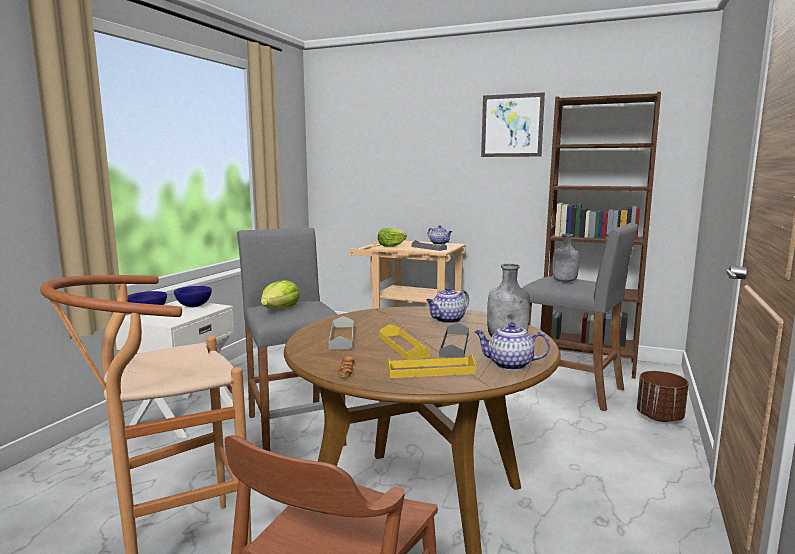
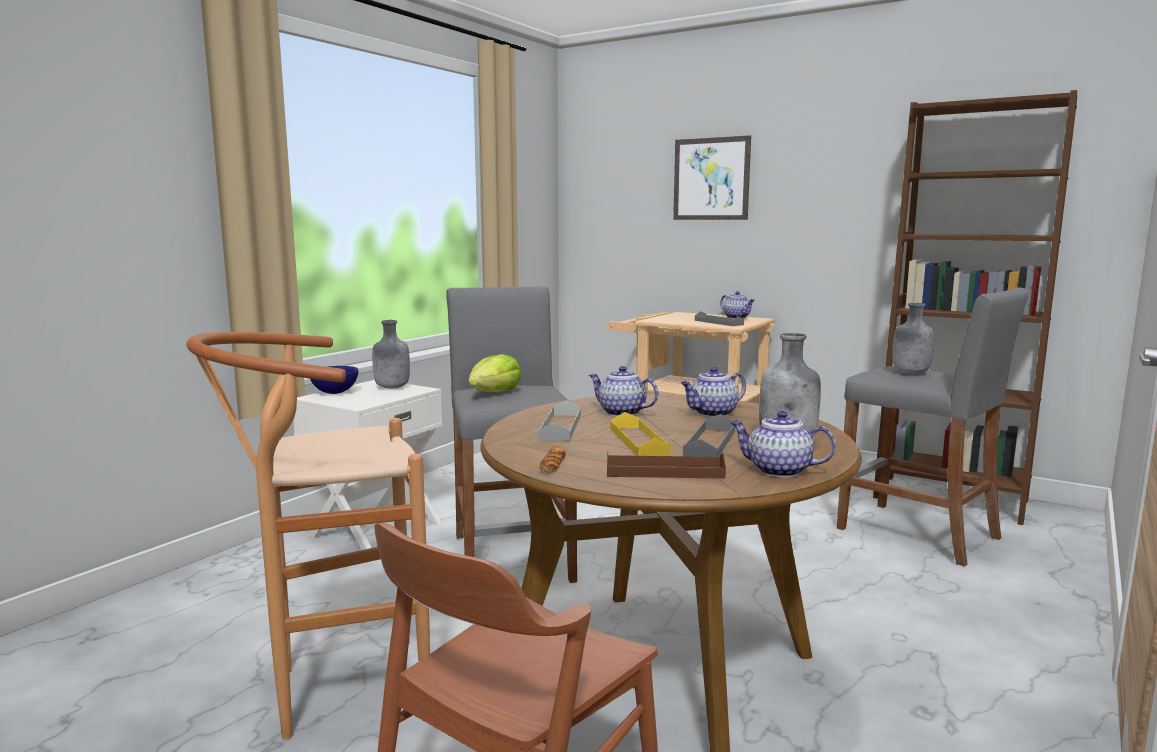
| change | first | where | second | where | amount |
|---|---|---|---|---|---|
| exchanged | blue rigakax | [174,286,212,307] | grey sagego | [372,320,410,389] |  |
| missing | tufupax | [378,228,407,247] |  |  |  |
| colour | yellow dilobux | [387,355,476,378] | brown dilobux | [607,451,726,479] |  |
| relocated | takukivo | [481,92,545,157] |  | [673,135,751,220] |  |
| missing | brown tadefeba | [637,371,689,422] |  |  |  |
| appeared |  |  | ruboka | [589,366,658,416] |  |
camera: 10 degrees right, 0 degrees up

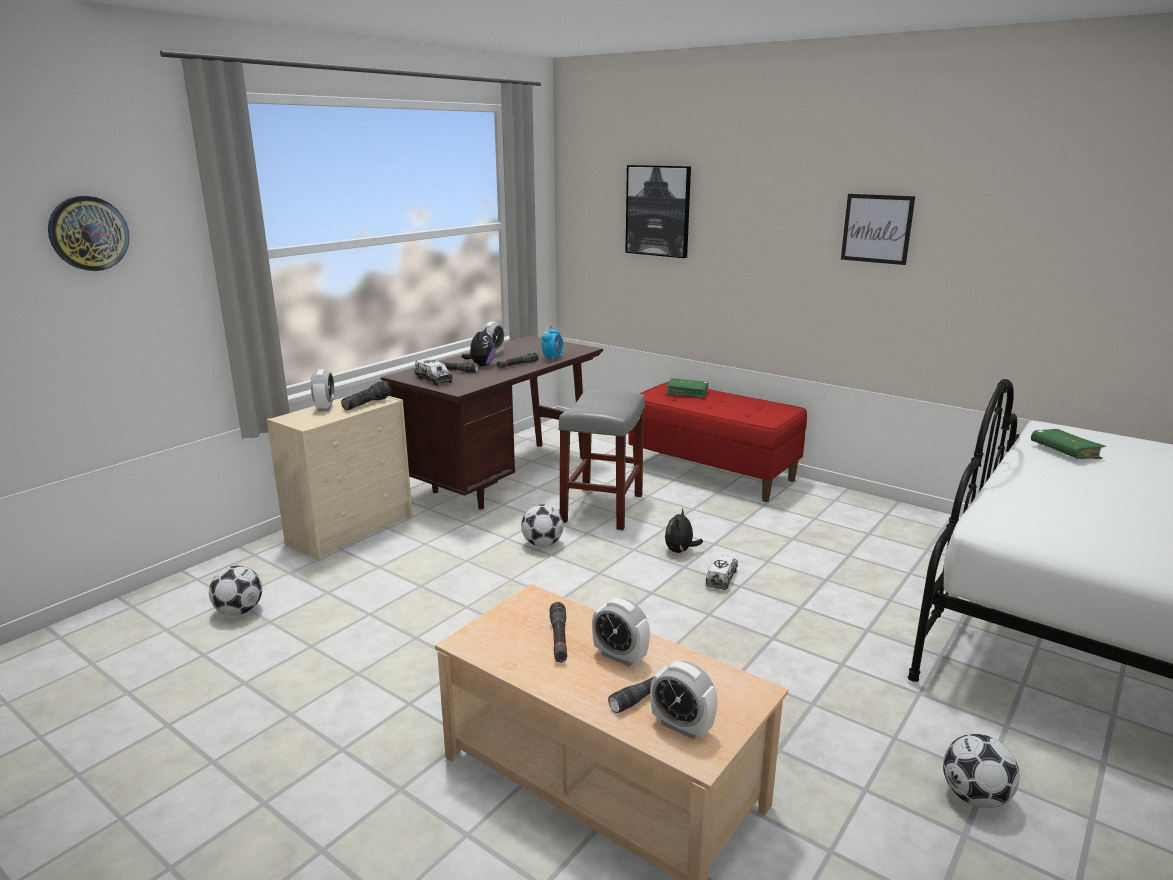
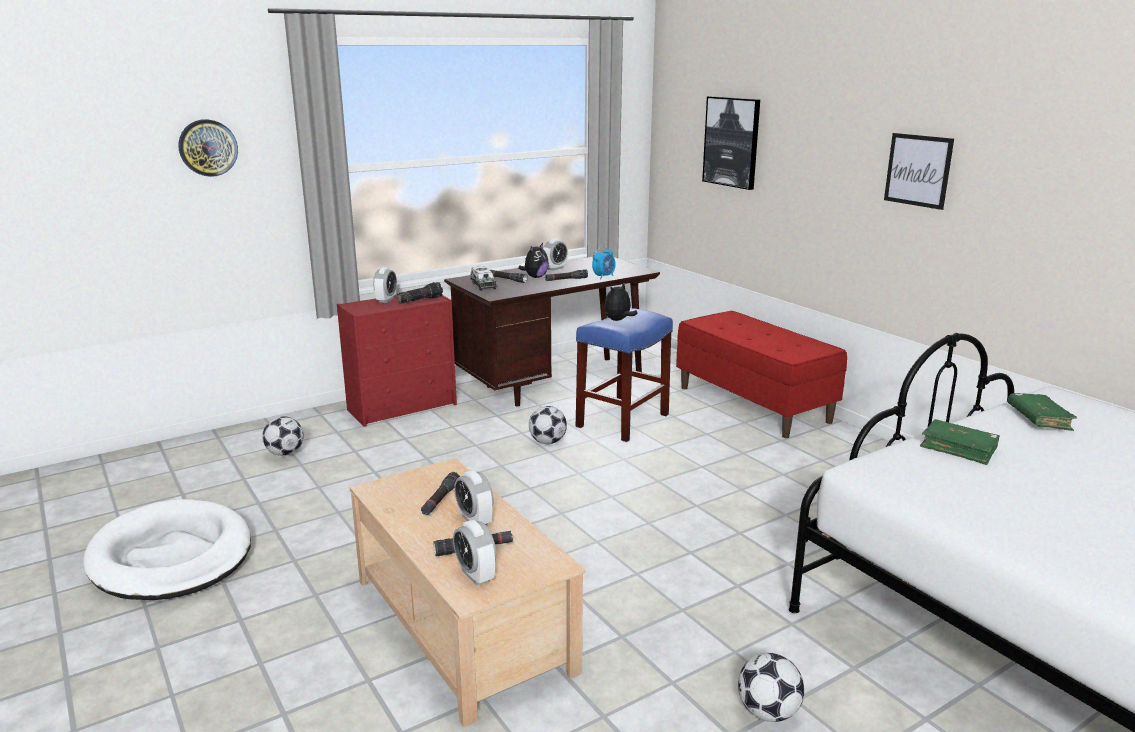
| change | first | where | second | where | amount |
|---|---|---|---|---|---|
| colour | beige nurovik | [267,395,413,561] | red nurovik | [337,295,457,427] |  |
| colour | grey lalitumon | [558,389,645,531] | blue lalitumon | [576,308,673,442] |  |
| relocated | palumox | [665,508,703,553] |  | [604,283,638,321] |  |
| relocated | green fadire | [666,378,709,398] |  | [920,419,1000,465] |  |
| missing | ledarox | [705,555,738,590] |  |  |  |
| appeared |  |  | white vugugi | [83,499,251,600] |  |
camera: 20 degrees right, 0 degrees up

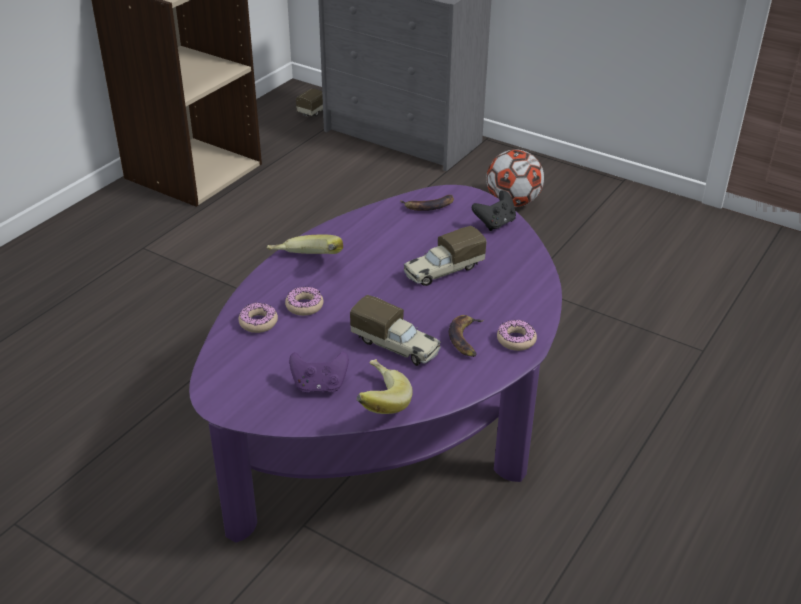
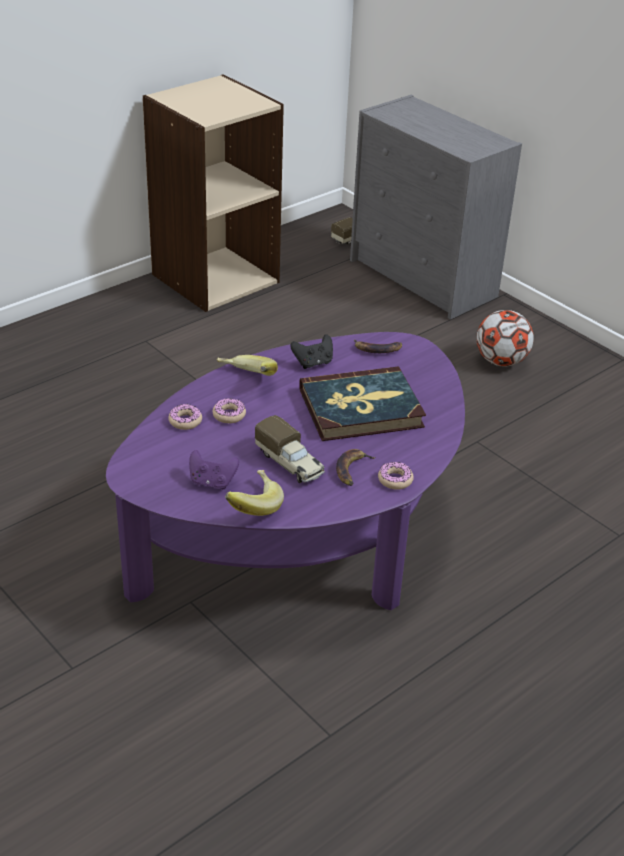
| change | first | where | second | where | amount |
|---|---|---|---|---|---|
| exchanged | ledarox | [403,226,486,286] | fadire | [299,367,426,441] |  |
| relocated | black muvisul | [472,190,516,231] |  | [290,334,333,369] |  |
camera: 15 degrees right, 0 degrees up

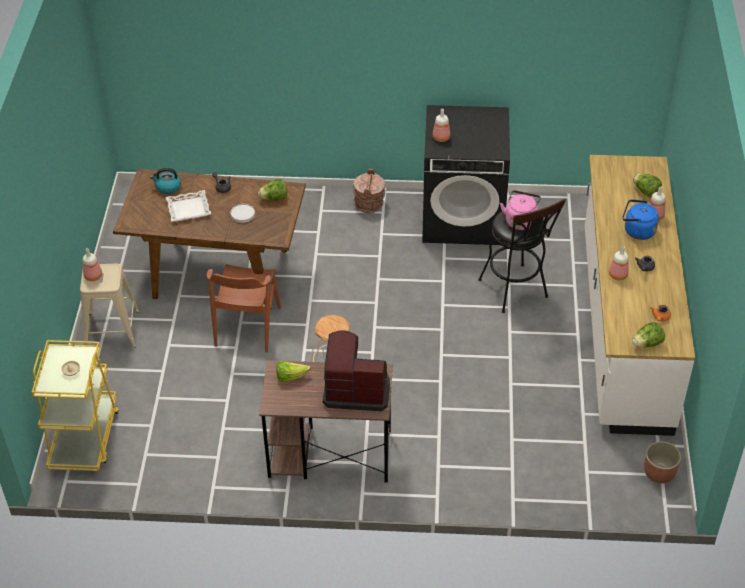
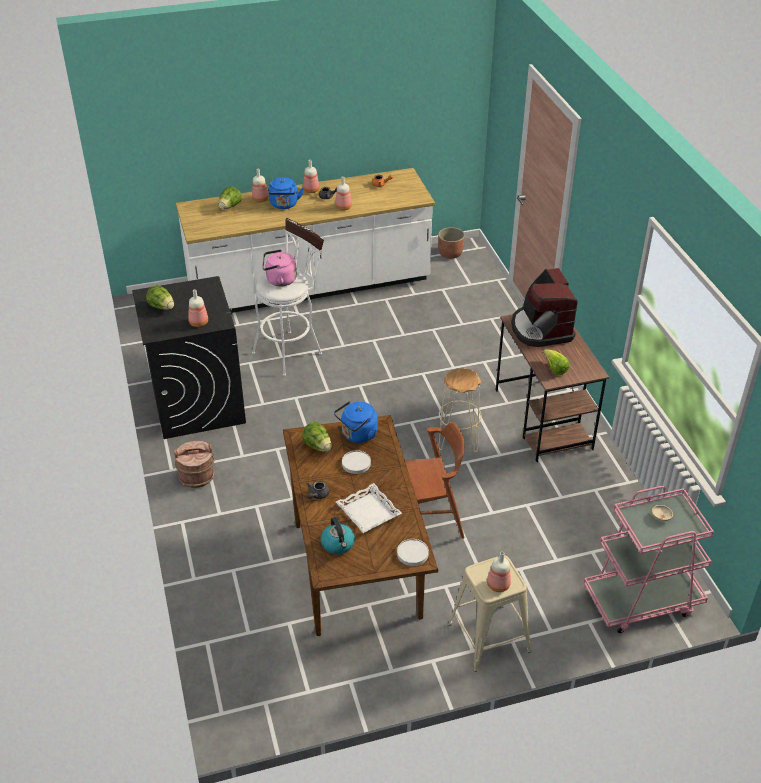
| change | first | where | second | where | amount |
|---|---|---|---|---|---|
| colour | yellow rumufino | [32,340,119,471] | pink rumufino | [584,486,714,633] |  |
| colour | black lalitumon | [478,199,566,313] | white lalitumon | [252,218,324,376] |  |
| relocated | tufupax | [632,322,665,348] |  | [146,285,174,310] |  |
| appeared |  |  | sagego | [303,160,319,193] |  |
| appeared |  |  | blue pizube | [334,401,378,443] |  |
| appeared |  |  | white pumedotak | [397,539,429,566] |  |
camera: 110 degrees left, 5 degrees down

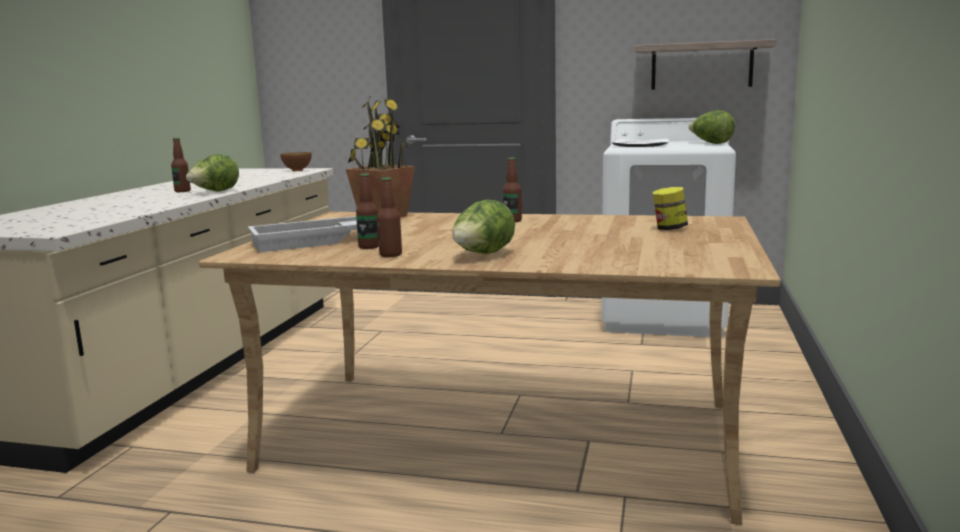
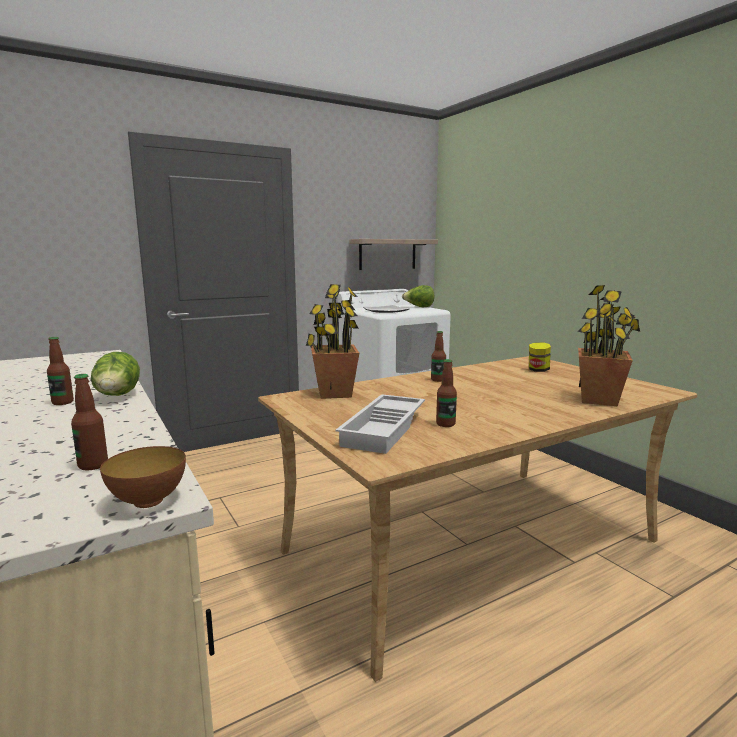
| change | first | where | second | where | amount |
|---|---|---|---|---|---|
| relocated | rigakax | [280,152,312,171] |  | [100,446,186,508] |  |
| relocated | sagego | [377,177,402,257] |  | [71,374,108,470] |  |
| missing | tufupax | [452,200,515,254] |  |  |  |
| appeared |  |  | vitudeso | [578,285,640,407] |  |
camera: 45 degrees left, 0 degrees up

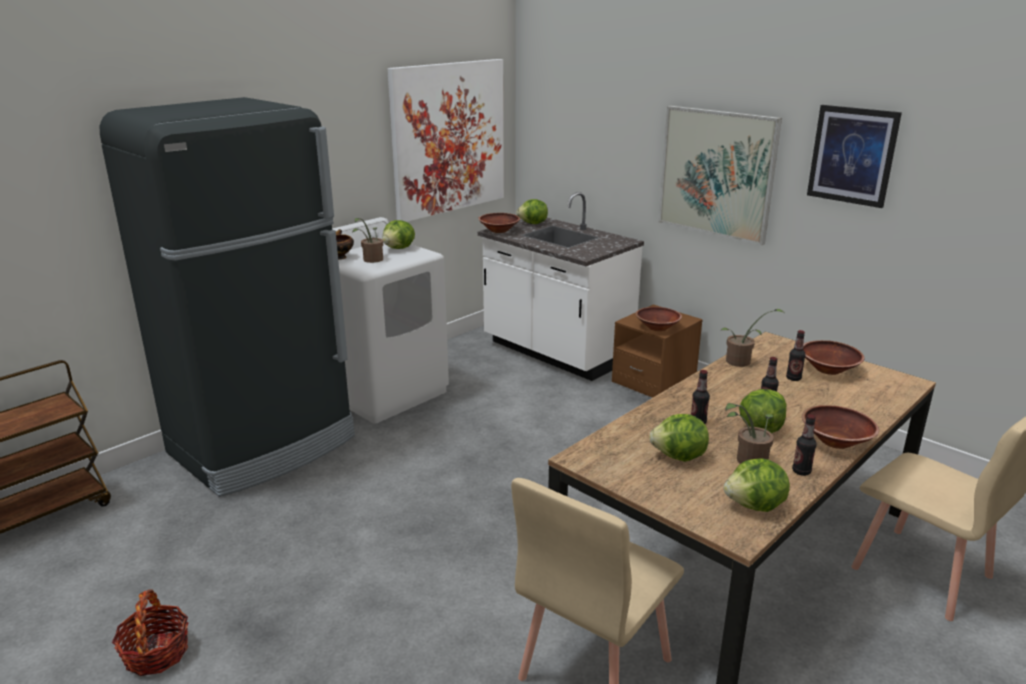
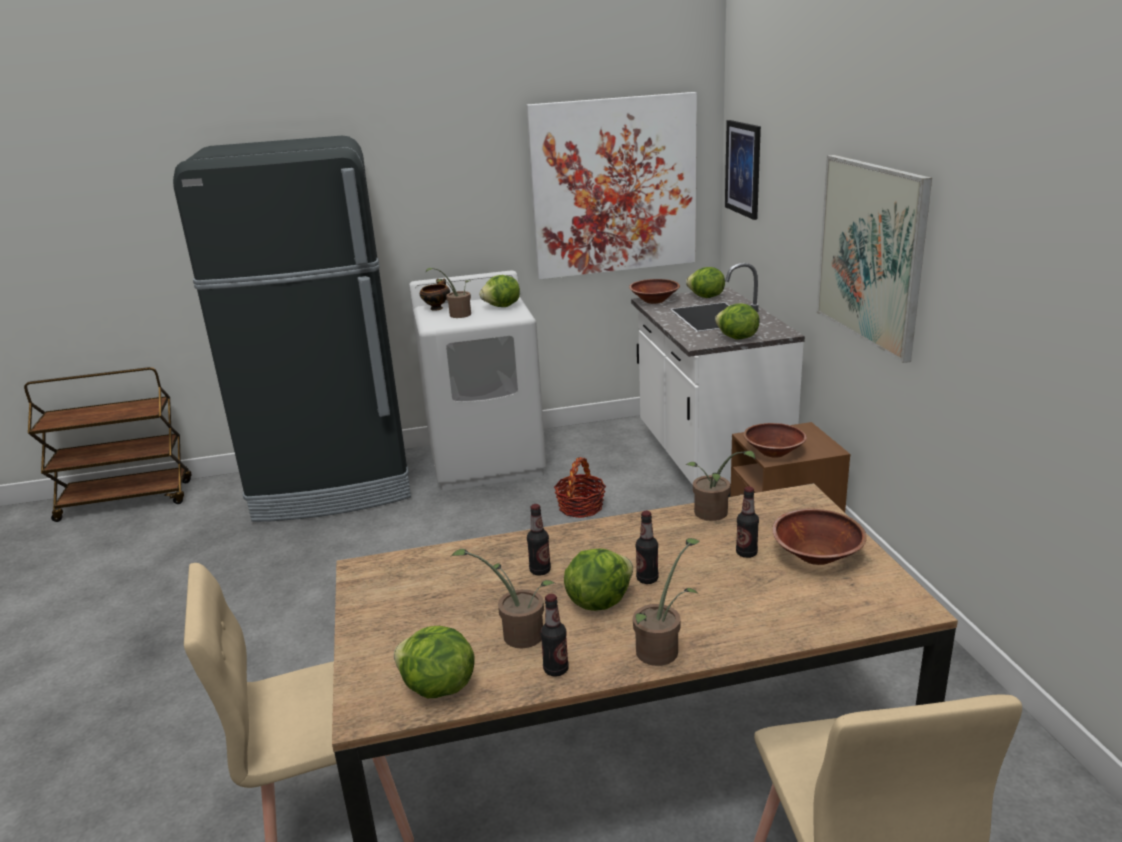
| change | first | where | second | where | amount |
|---|---|---|---|---|---|
| relocated | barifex | [112,589,188,676] |  | [554,457,606,518] |  |
| relocated | tufupax | [649,414,709,462] |  | [715,303,759,339] |  |
| exchanged | brown rigakax | [802,405,879,449] | vitudeso | [633,538,699,666] |  |
| relocated | takukivo | [807,105,902,208] |  | [725,120,761,220] |  |
camera: 35 degrees right, 0 degrees up

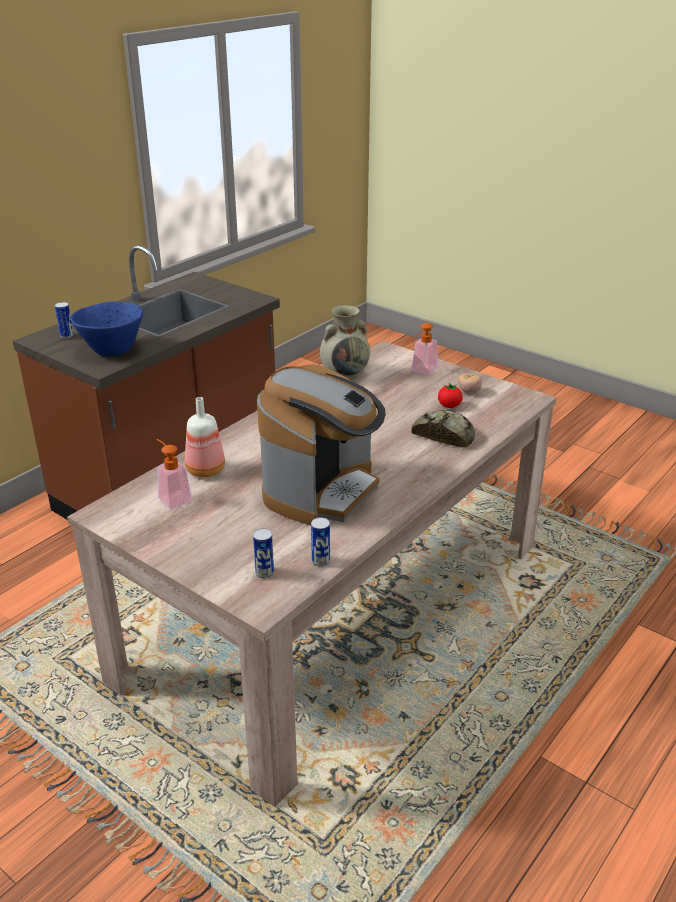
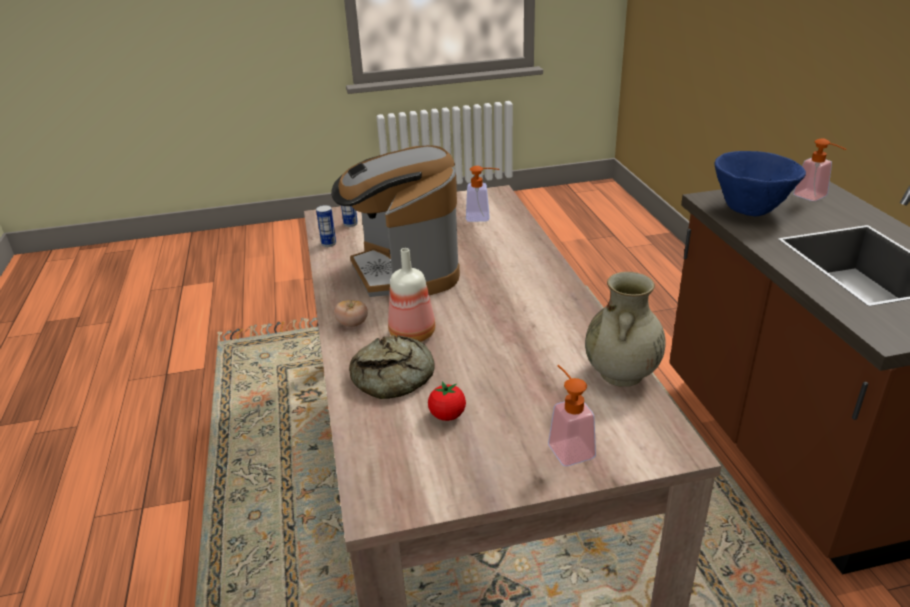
| change | first | where | second | where | amount |
|---|---|---|---|---|---|
| exchanged | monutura | [55,302,74,339] | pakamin | [793,138,846,201] |  |
| relocated | sagego | [185,397,225,477] |  | [388,248,435,342] |  |
| relocated | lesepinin | [458,373,482,393] |  | [334,300,368,327] |  |
camera: 130 degrees right, 0 degrees up

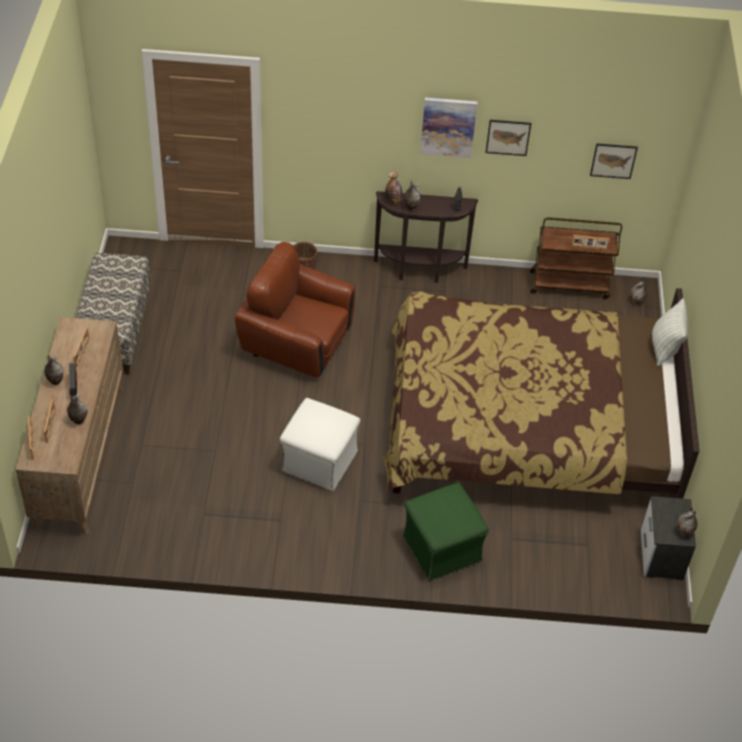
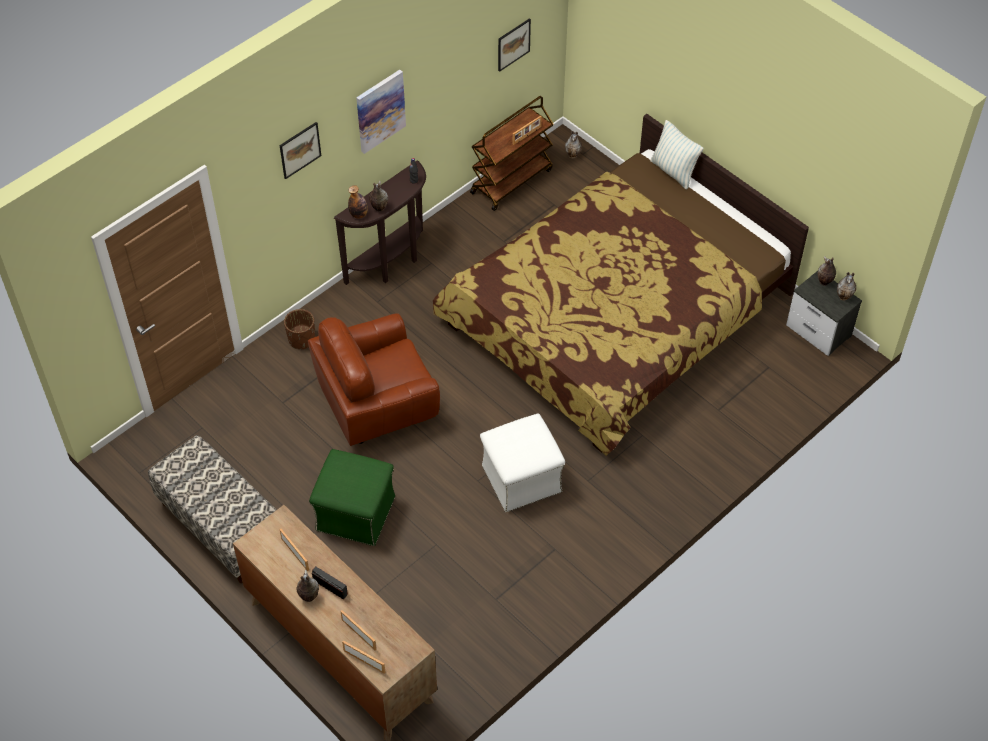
| change | first | where | second | where | amount |
|---|---|---|---|---|---|
| relocated | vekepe | [67,393,88,424] |  | [818,256,836,286] |  |
| relocated | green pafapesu | [402,483,489,581] |  | [309,449,395,546] |  |
| relocated | takukivo | [486,120,531,156] |  | [280,122,321,179] |  |
camera: 45 degrees left, 5 degrees up

